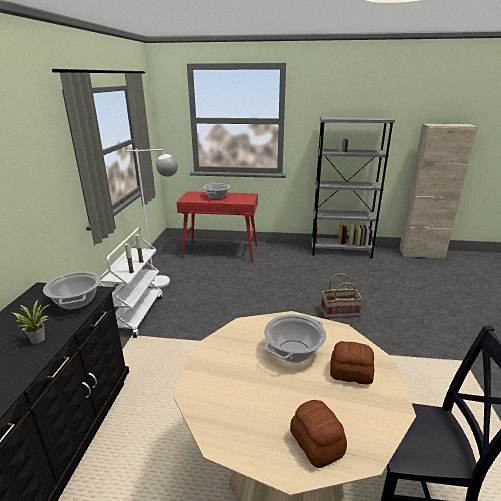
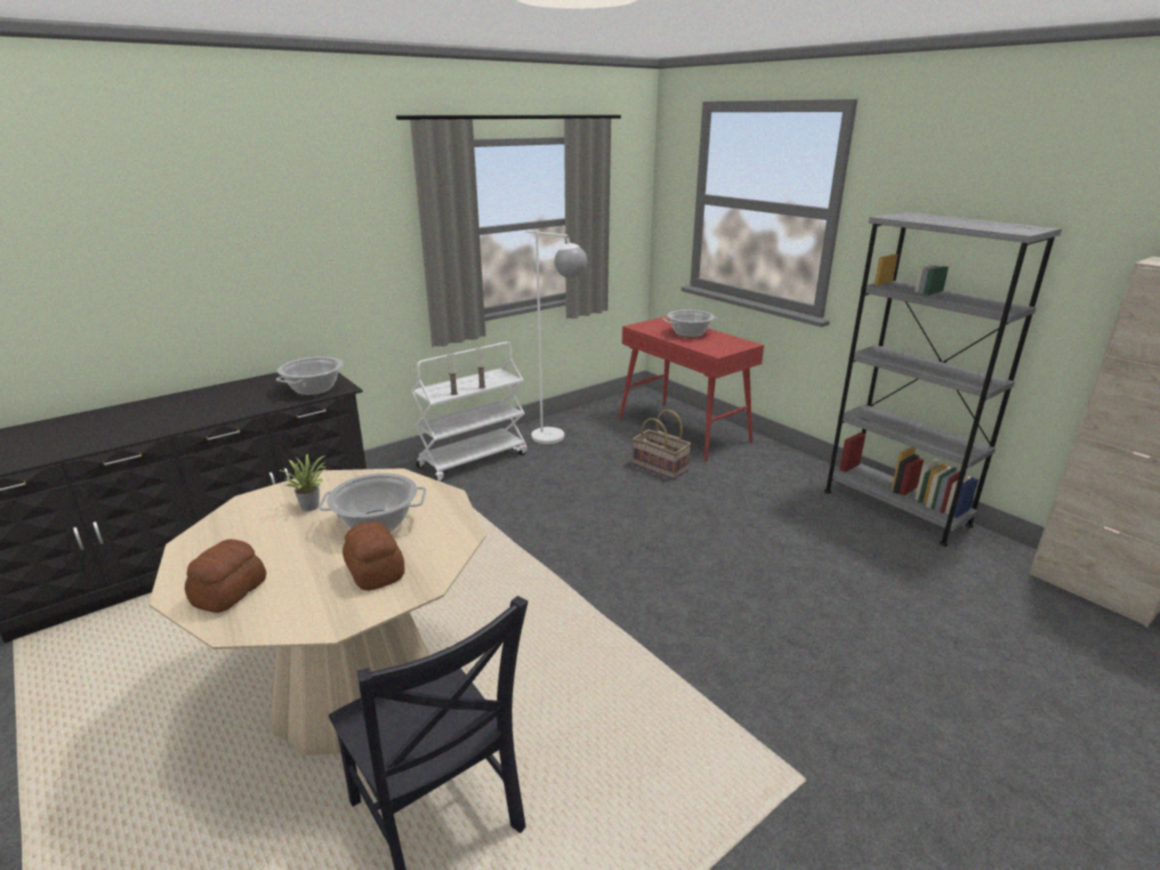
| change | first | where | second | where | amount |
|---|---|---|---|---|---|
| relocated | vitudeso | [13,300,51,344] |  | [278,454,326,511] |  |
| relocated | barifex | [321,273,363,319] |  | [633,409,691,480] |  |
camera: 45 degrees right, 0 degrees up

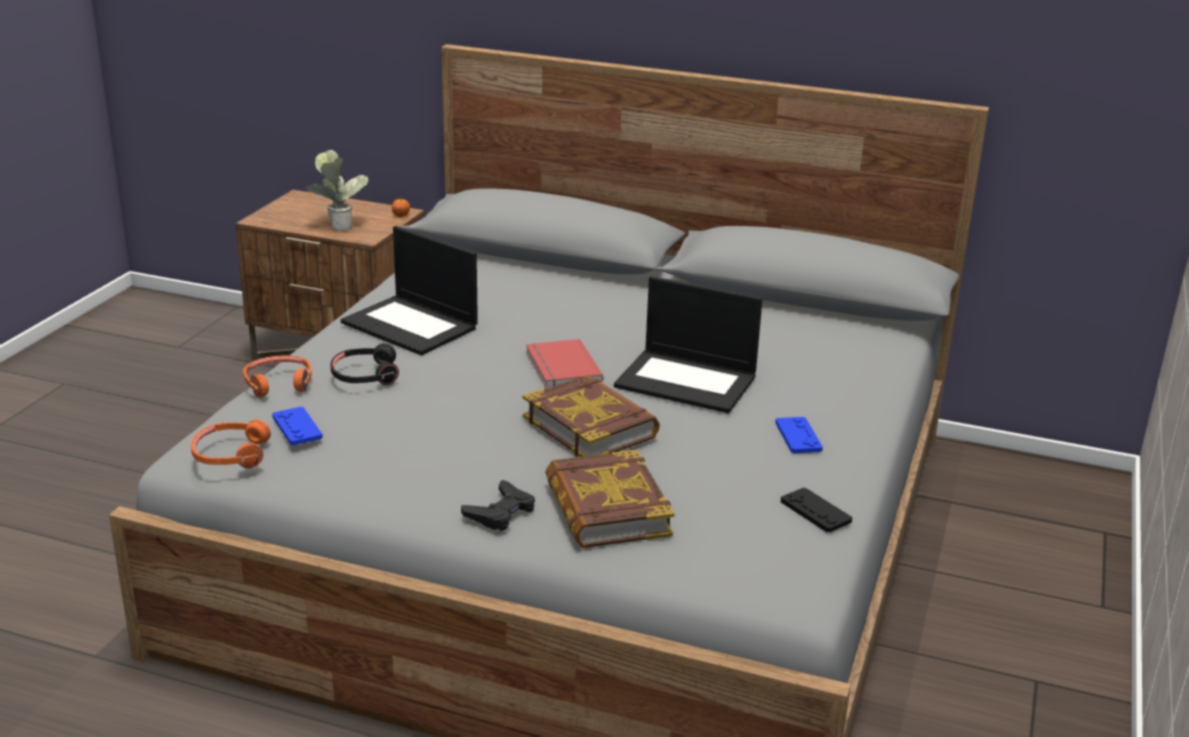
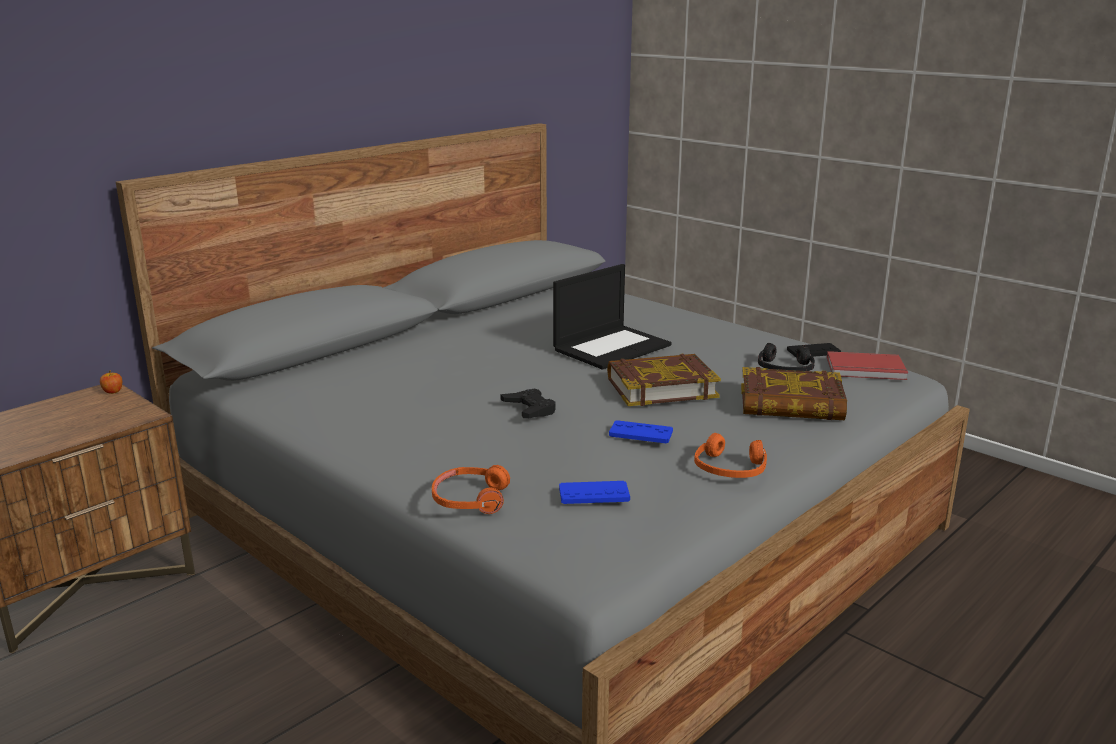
| change | first | where | second | where | amount |
|---|---|---|---|---|---|
| relocated | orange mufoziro | [191,419,271,468] |  | [694,433,767,478] |  |
| missing | vitudeso | [305,150,368,232] |  |  |  |
| relocated | black mufoziro | [331,343,399,385] |  | [758,343,815,371] |  |
| missing | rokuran | [341,226,478,355] |  |  |  |
| relocated | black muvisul | [461,480,535,531] |  | [501,389,556,418] |  |
| relocated | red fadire | [526,339,604,388] |  | [827,351,908,380] |  |
| relocated | blue muvisul | [775,417,823,453] |  | [609,420,673,443] |  |
camera: 65 degrees left, 5 degrees down

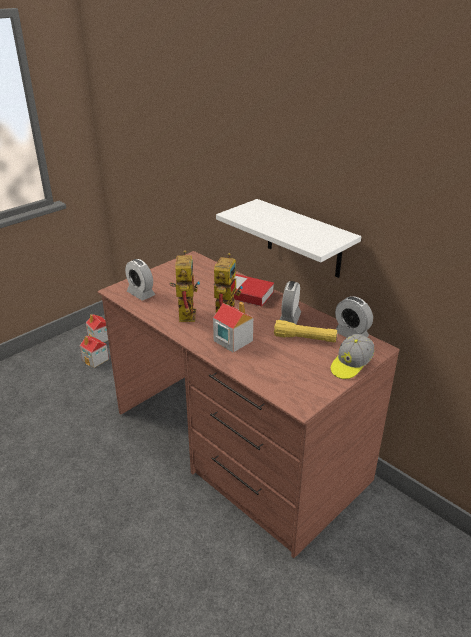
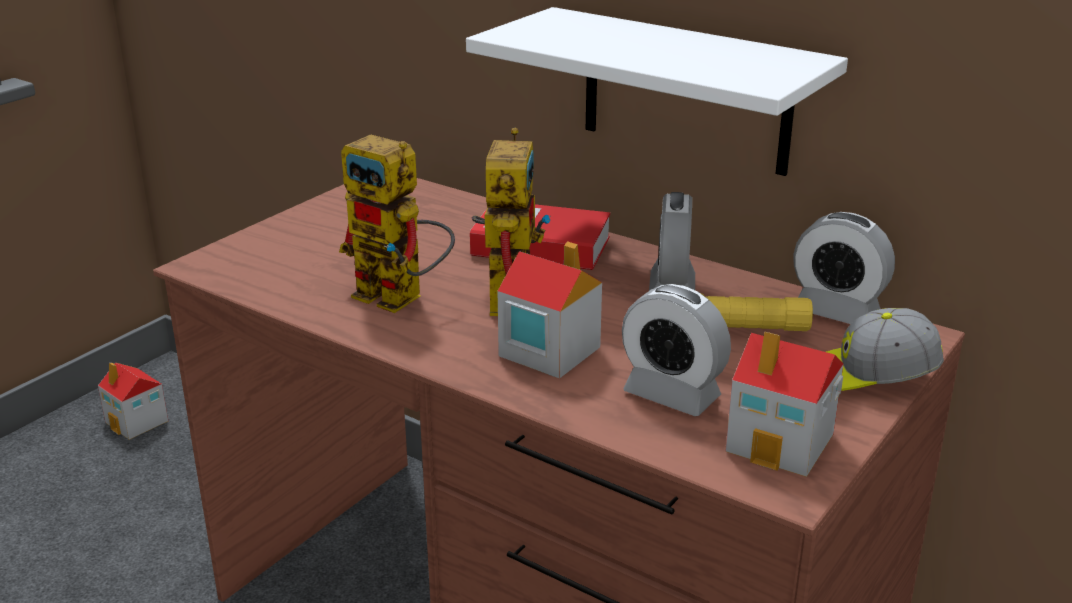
| change | first | where | second | where | amount |
|---|---|---|---|---|---|
| relocated | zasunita | [80,336,109,368] |  | [725,332,843,477] |  |
| relocated | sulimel | [125,259,155,301] |  | [622,284,731,416] |  |
| spun | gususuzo | [169,250,200,322] |  | [339,134,455,313] | 135 degrees clockwise |
| spun | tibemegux | [331,334,374,379] |  | [826,308,944,391] | 60 degrees clockwise |
camera: 10 degrees left, 5 degrees down

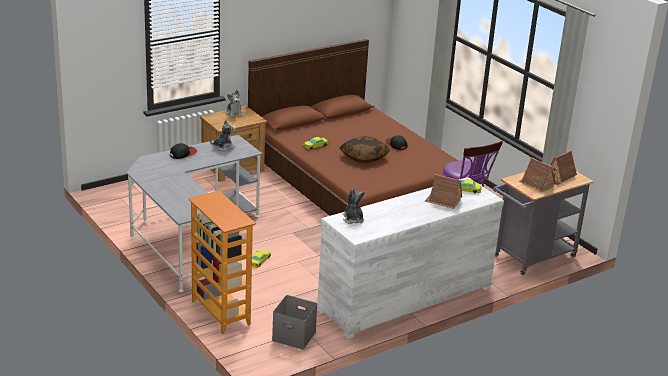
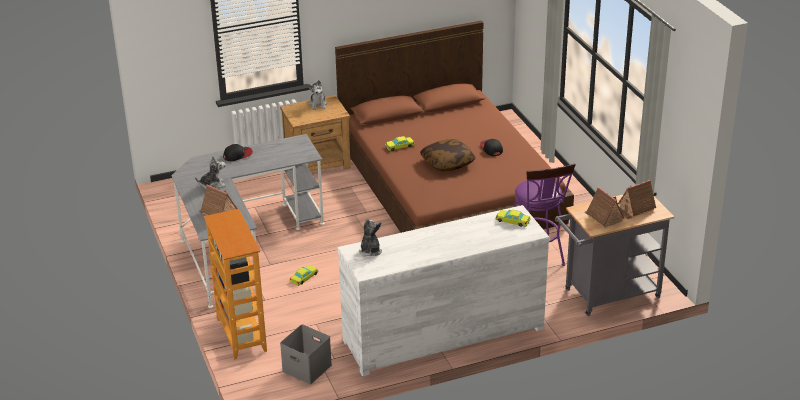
| change | first | where | second | where | amount |
|---|---|---|---|---|---|
| relocated | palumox | [210,120,236,151] |  | [195,156,226,189] |  |
| relocated | zasunita | [425,174,462,209] |  | [198,185,238,215] |  |
camera: 15 degrees right, 5 degrees up

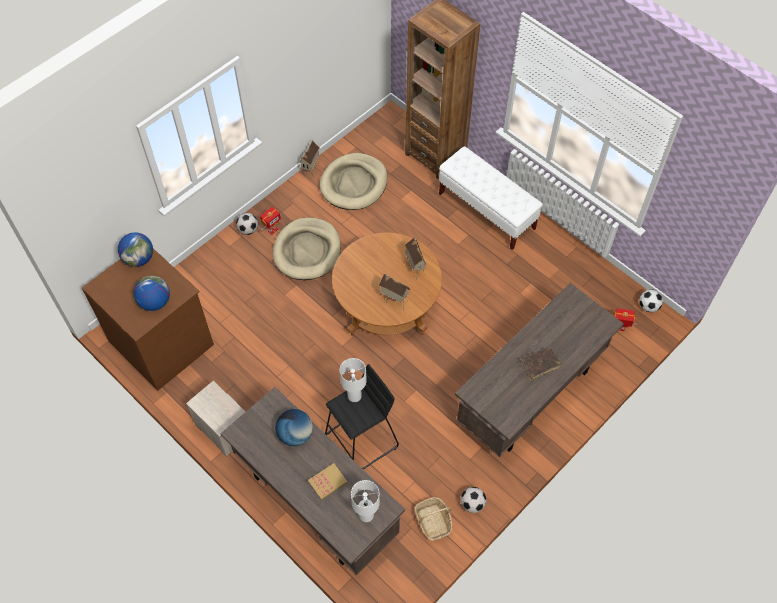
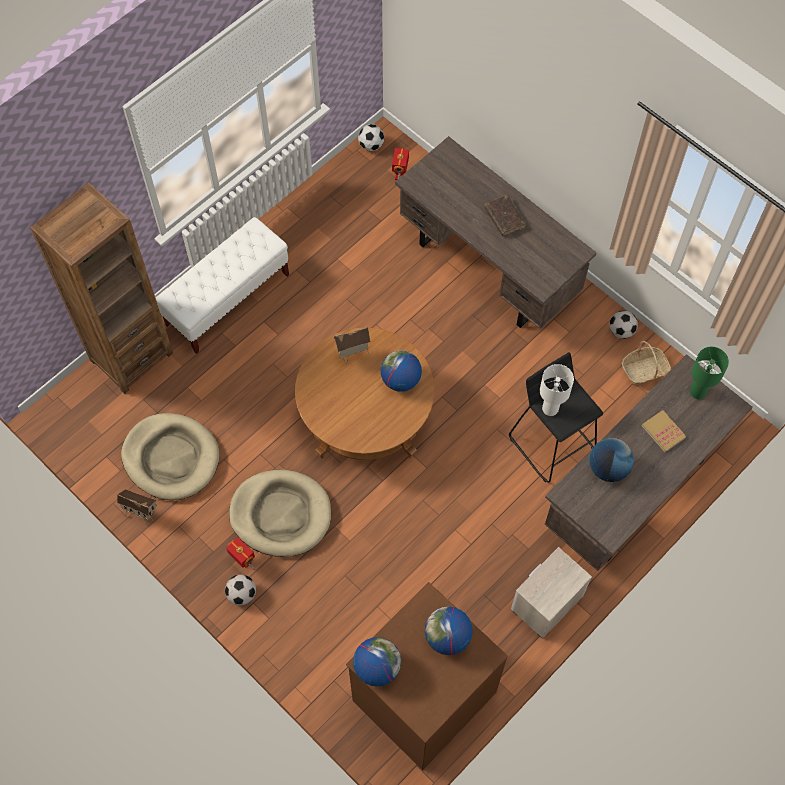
| change | first | where | second | where | amount |
|---|---|---|---|---|---|
| colour | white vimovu | [351,480,380,522] | green vimovu | [690,347,729,399] |  |
| exchanged | zasunita | [379,273,410,310] | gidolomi | [381,350,422,392] |  |
camera: 90 degrees left, 5 degrees up

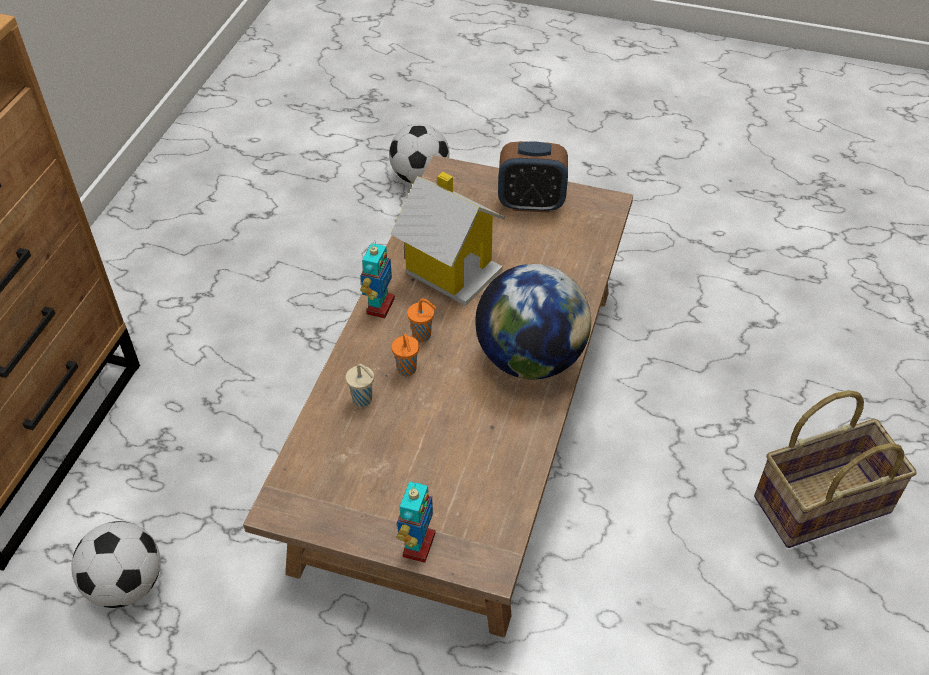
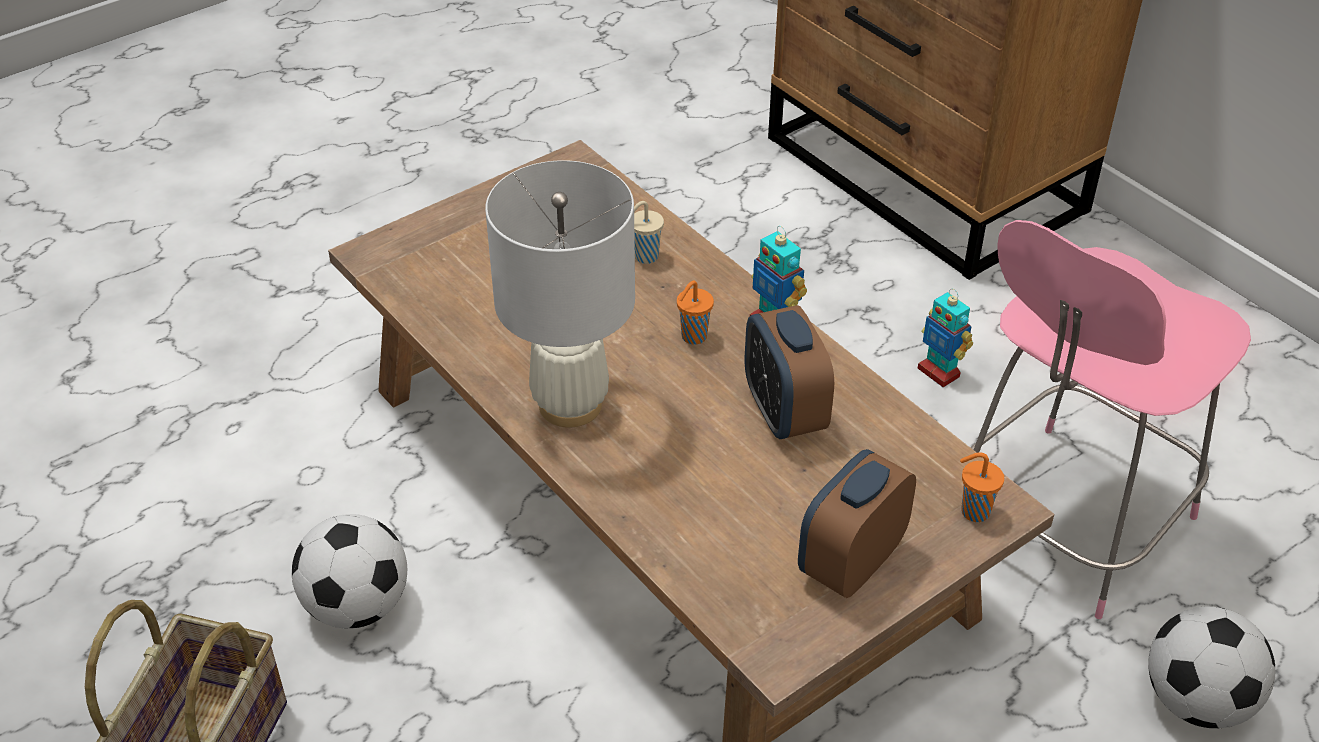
| change | first | where | second | where | amount |
|---|---|---|---|---|---|
| relocated | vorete | [71,521,161,608] |  | [292,514,407,629] |  |
| exchanged | zasunita | [391,172,505,306] | sulimel | [745,305,834,439] |  |
| relocated | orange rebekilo | [392,334,419,376] |  | [960,452,1004,522] |  |
| relocated | gususuzo | [397,482,436,563] |  | [918,289,973,387] |  |
| exchanged | gidolomi | [475,264,591,379] | white vimovu | [485,160,635,428] |  |
| appeared |  |  | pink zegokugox | [970,220,1251,619] |  |
camera: 125 degrees right, 5 degrees down

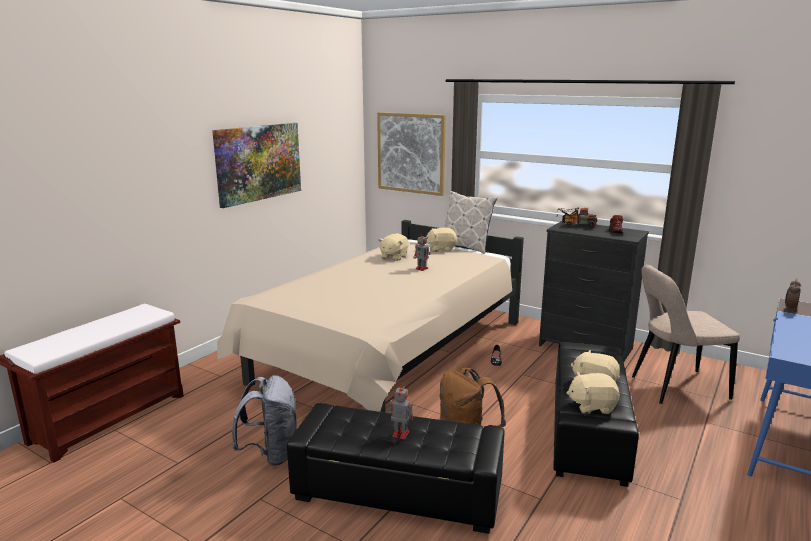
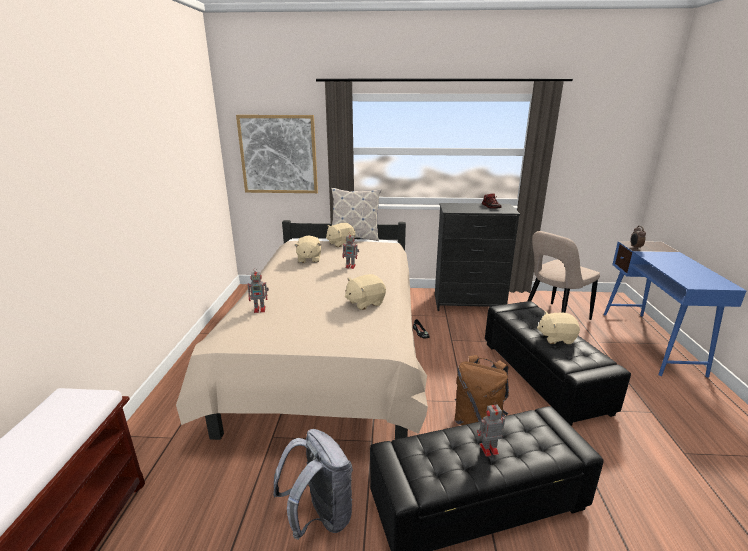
| change | first | where | second | where | amount |
|---|---|---|---|---|---|
| missing | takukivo | [212,123,301,208] |  |  |  |
| missing | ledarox | [556,208,598,228] |  |  |  |
| relocated | beige palumox | [567,372,620,414] |  | [345,274,386,310] |  |
| appeared |  |  | gususuzo | [247,268,269,313] |  |
camera: 30 degrees left, 5 degrees up

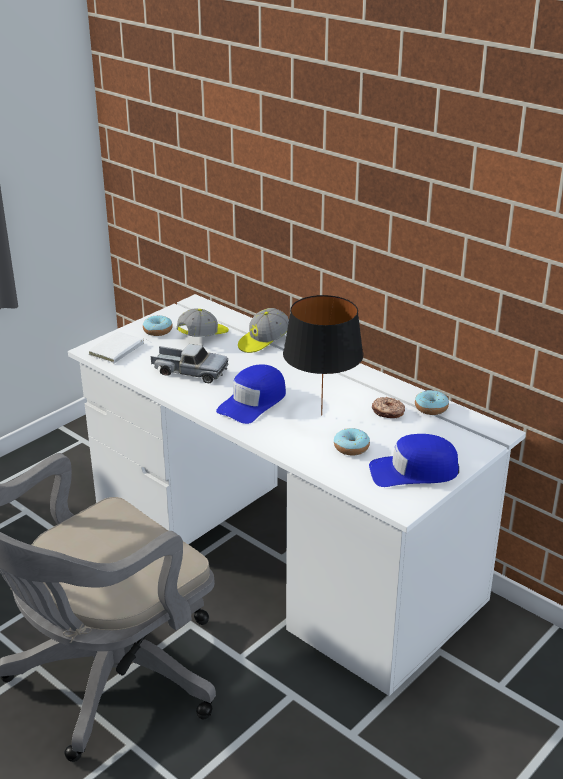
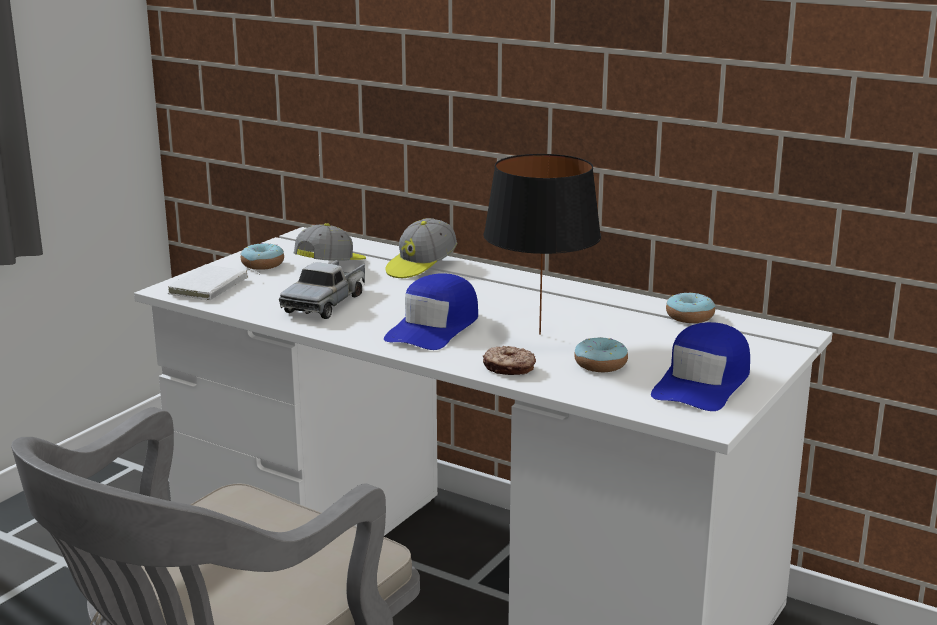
| change | first | where | second | where | amount |
|---|---|---|---|---|---|
| spun | ledarox | [151,344,229,383] |  | [279,260,365,319] | 105 degrees clockwise |
| spun | blue tibemegux | [369,434,459,487] |  | [651,322,750,411] | 45 degrees counterclockwise |
| relocated | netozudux | [372,397,405,418] |  | [483,346,536,375] |  |
camera: 10 degrees left, 10 degrees down

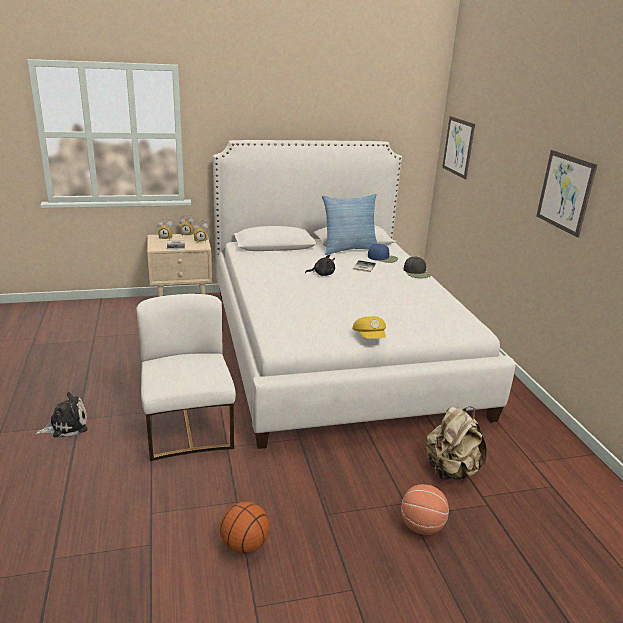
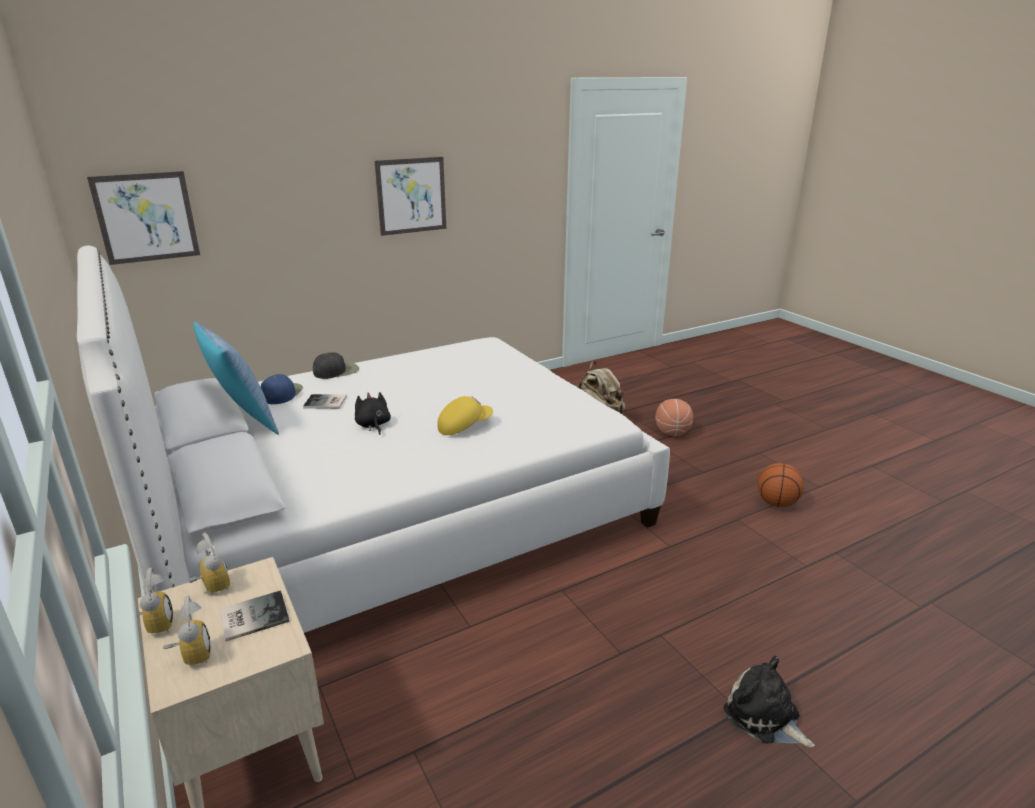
| change | first | where | second | where | amount |
|---|---|---|---|---|---|
| missing | white zegokugox | [136,294,236,461] |  |  |  |
| relocated | yellow tibemegux | [352,316,386,339] |  | [438,396,493,435] |  |
camera: 105 degrees left, 0 degrees up

